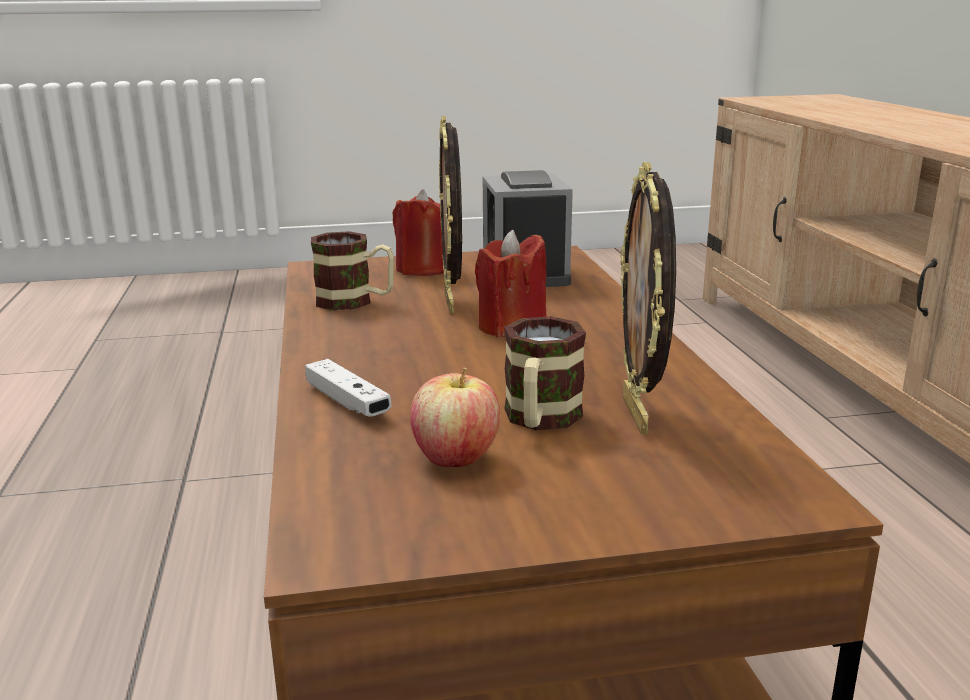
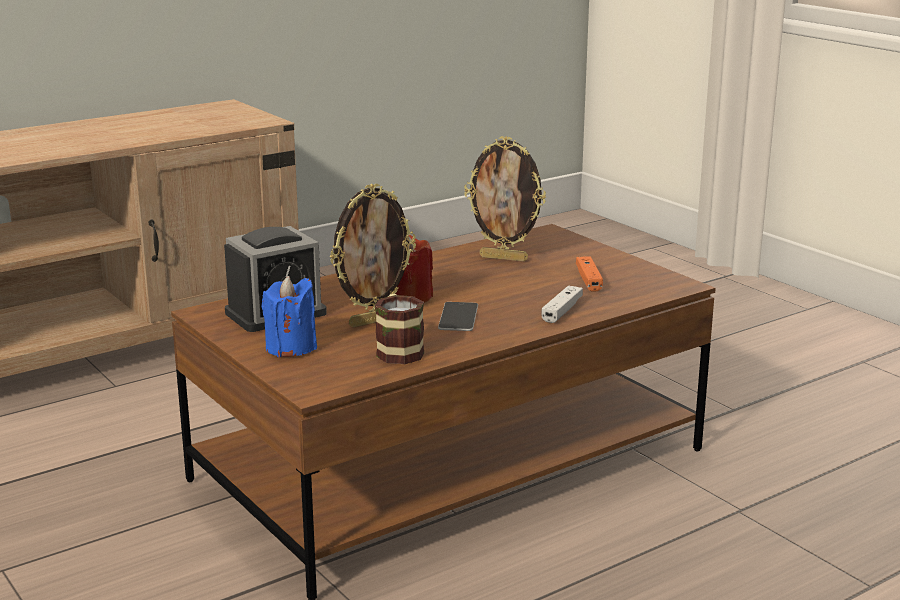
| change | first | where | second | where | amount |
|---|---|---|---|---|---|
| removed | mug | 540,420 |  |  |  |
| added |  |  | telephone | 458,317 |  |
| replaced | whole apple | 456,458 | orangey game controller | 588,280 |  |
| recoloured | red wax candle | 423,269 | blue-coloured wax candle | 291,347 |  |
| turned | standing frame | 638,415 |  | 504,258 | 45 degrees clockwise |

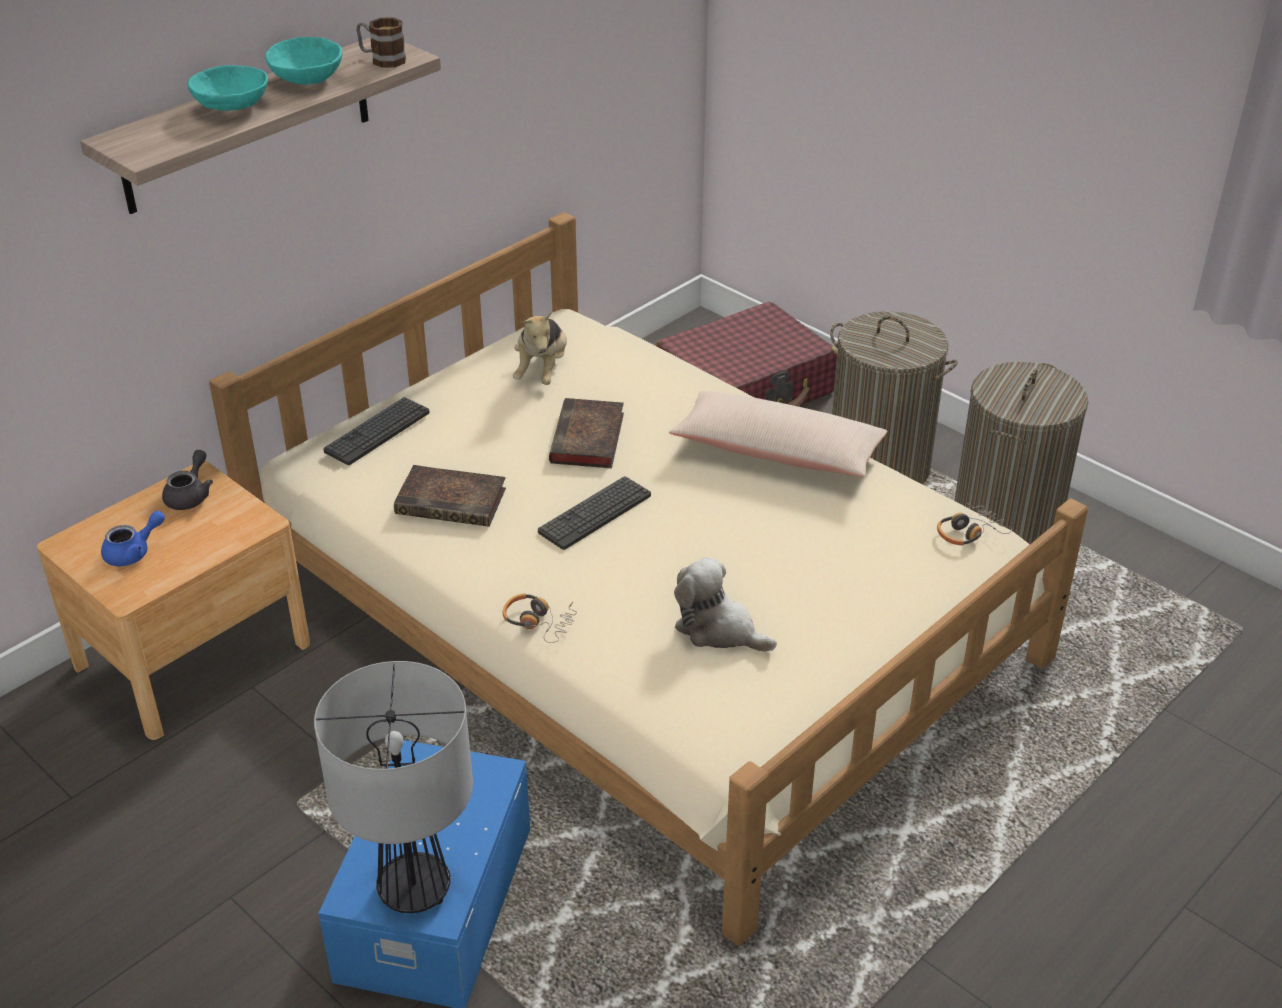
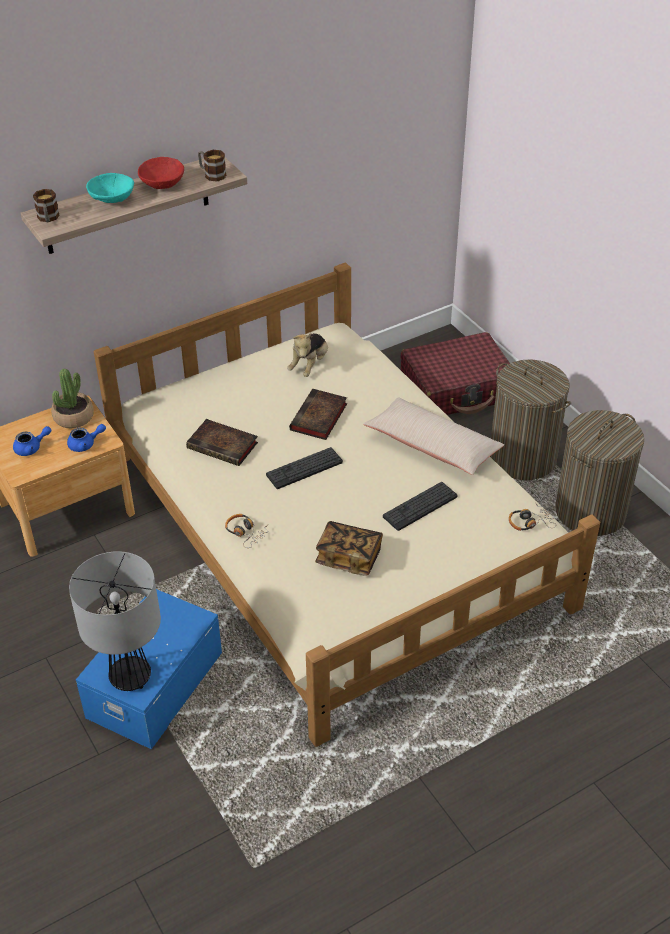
| change | first | where | second | where | amount |
|---|---|---|---|---|---|
| added |  |  | mug | 48,219 |  |
| added |  |  | blue-coloured teapot | 85,444 |  |
| moved | computer keyboard | 377,432 |  | 420,506 |  |
| replaced | grey teapot | 190,495 | houseplant | 73,417 |  |
| replaced | soft toy | 719,630 | bound book | 349,557 |  |
| recoloured | blue-green deep dish | 307,79 | red deep dish | 162,183 |  |

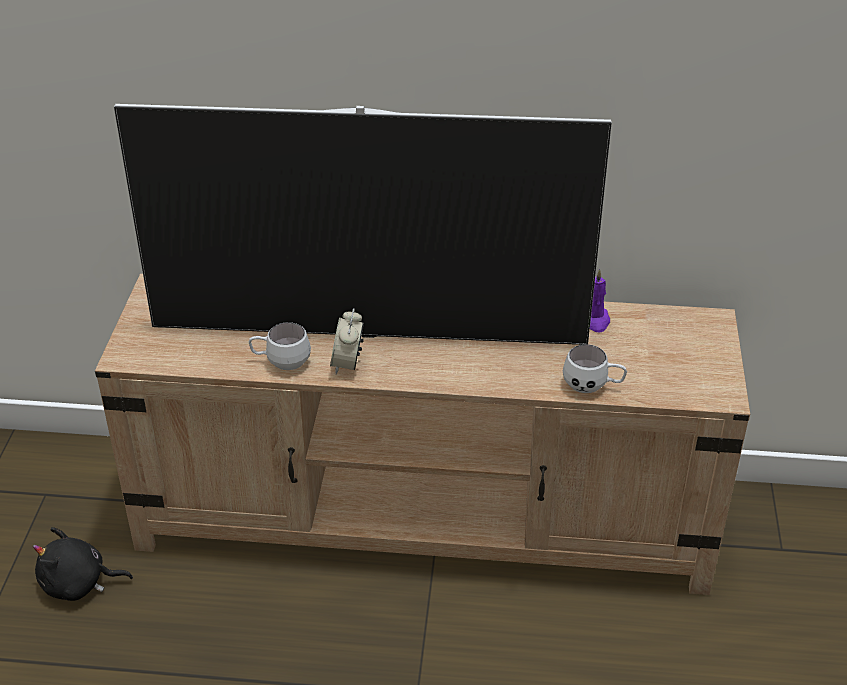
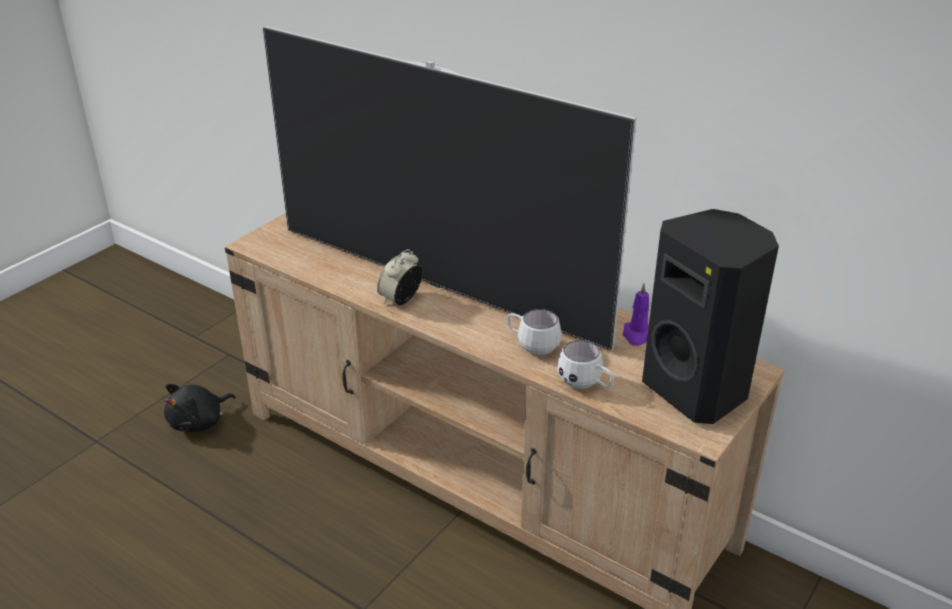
| change | first | where | second | where | amount |
|---|---|---|---|---|---|
| added |  |  | black-coloured loudspeaker | 697,390 |  |
| moved | whitish mug | 281,362 |  | 532,345 |  |
| turned | black-coloured soft toy | 78,584 |  | 199,422 | 75 degrees counterclockwise |

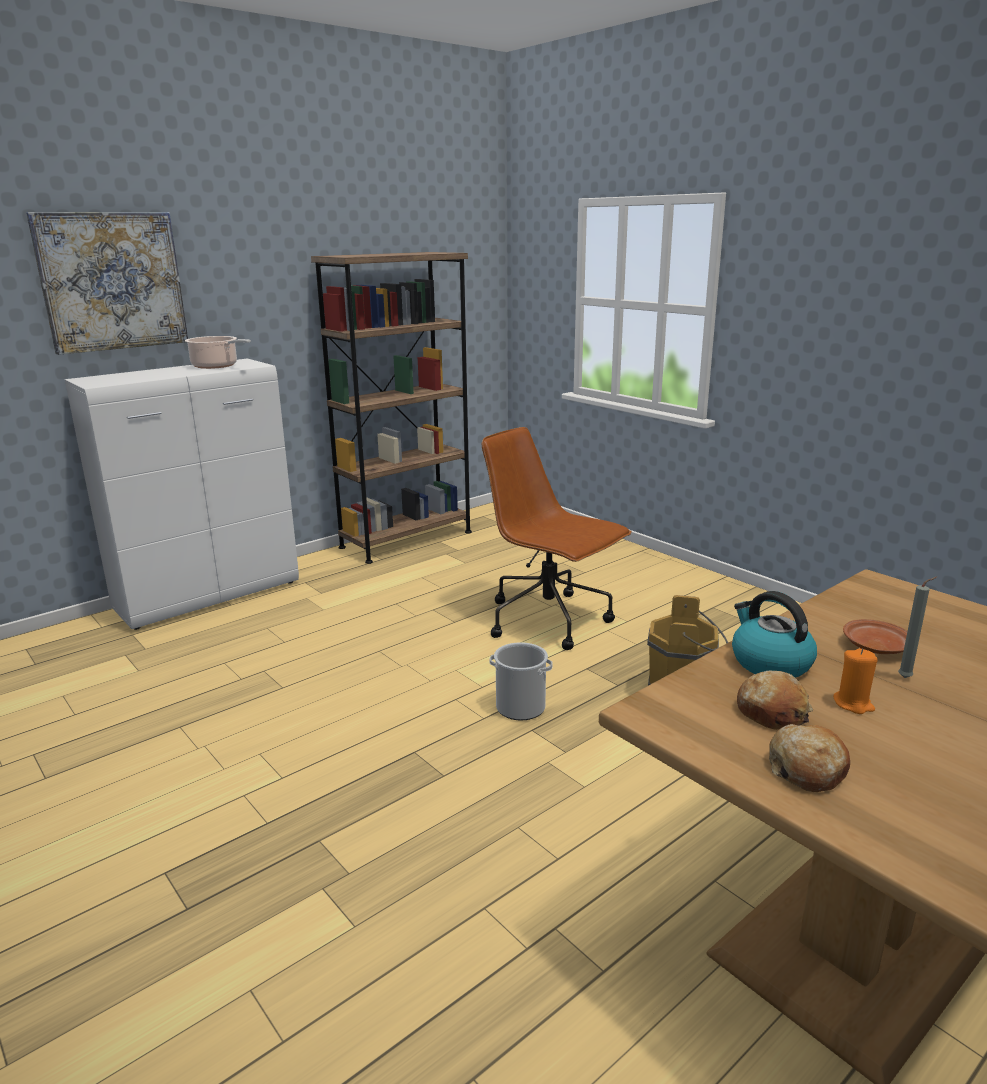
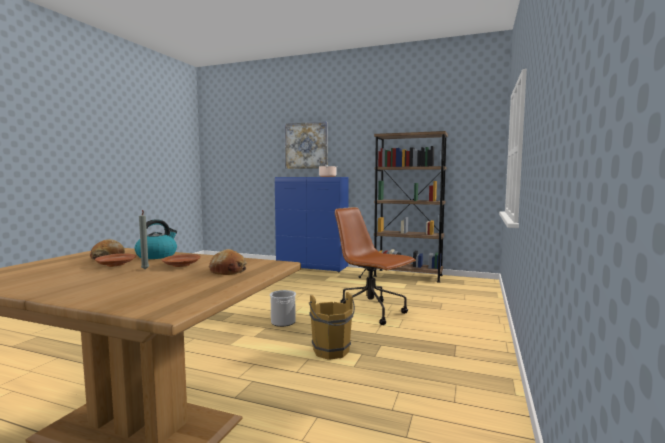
| change | first | where | second | where | amount |
|---|---|---|---|---|---|
| moved | baked bread | 807,769 |  | 228,271 |  |
| replaced | orangey wax candle | 853,704 | brownish dinner plate | 116,265 |  |
| recoloured | whitish storage cabinet | 210,596 | blue-coloured storage cabinet | 312,267 |  |
| turned | brownish computer chair | 550,621 |  | 371,312 | 60 degrees counterclockwise |

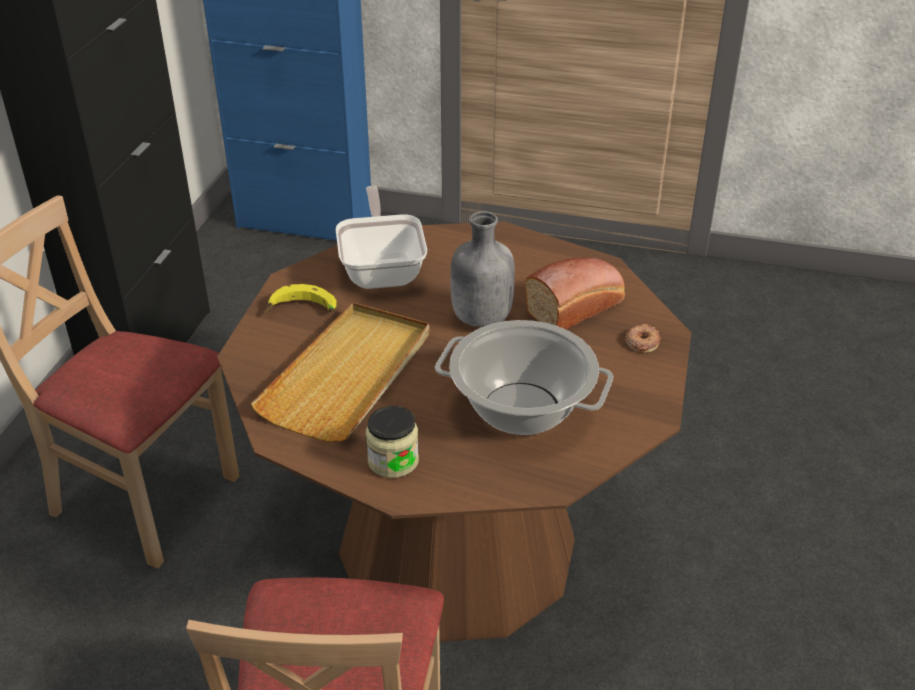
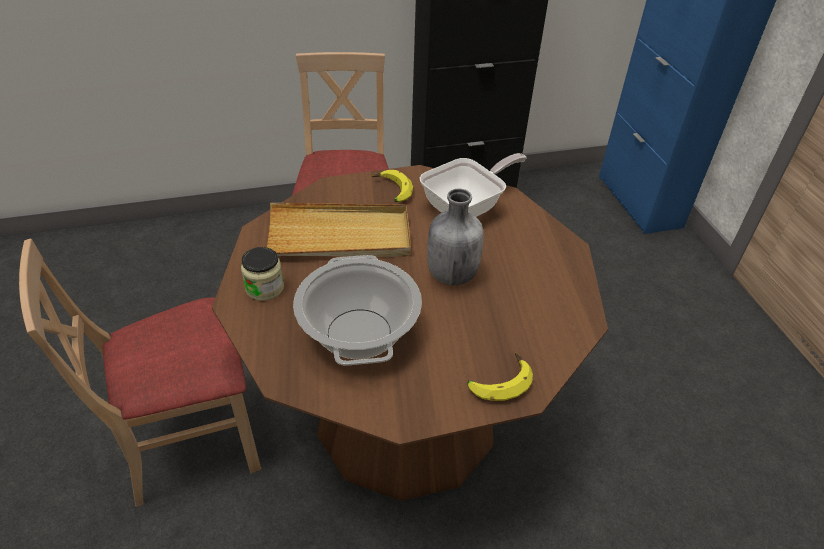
| change | first | where | second | where | amount |
|---|---|---|---|---|---|
| removed | baked bread | 577,307 |  |  |  |
| replaced | donut | 642,342 | banana | 498,381 |  |

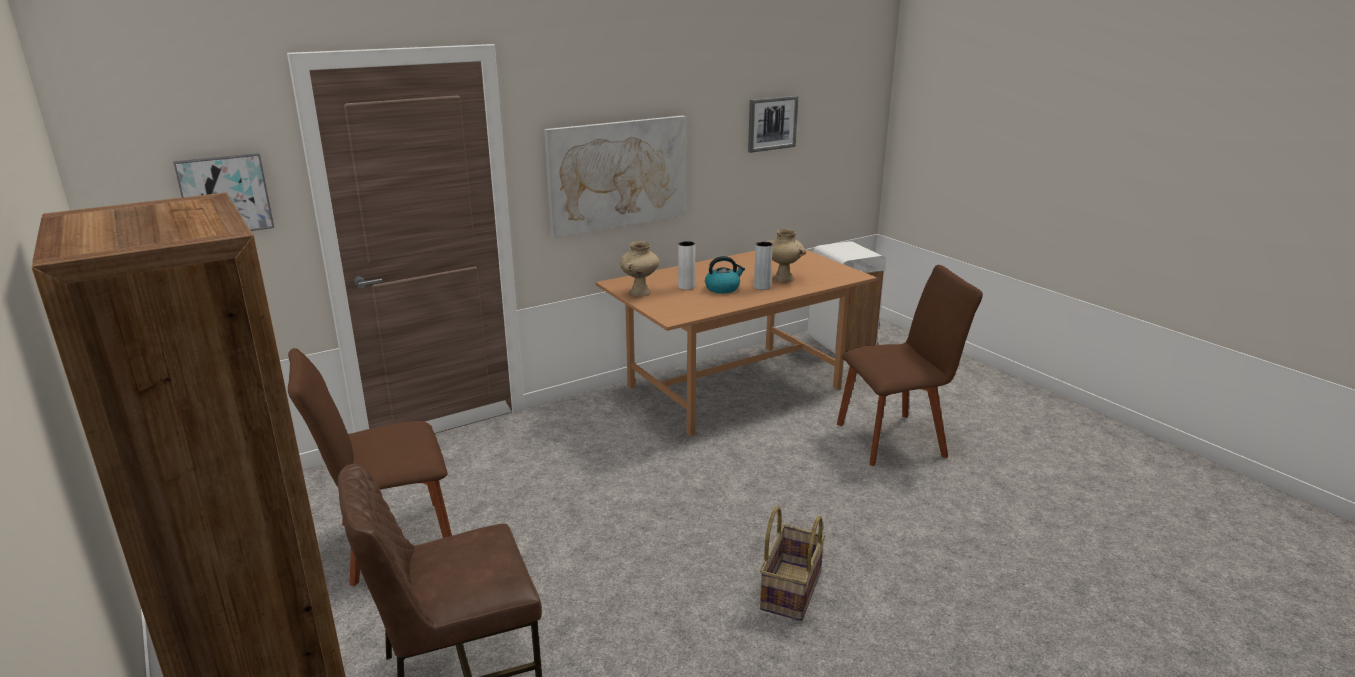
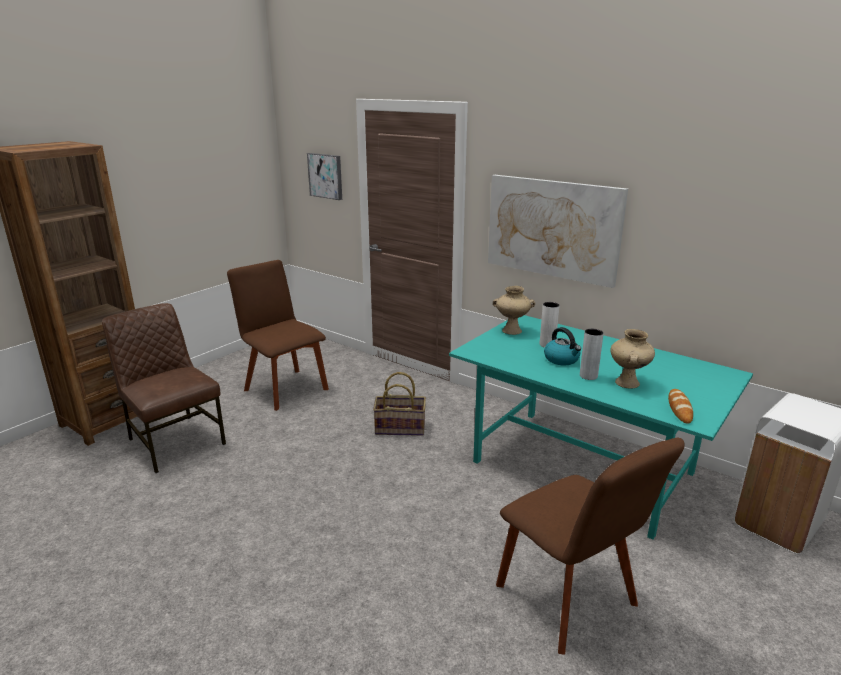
| change | first | where | second | where | amount |
|---|---|---|---|---|---|
| removed | wall art | 772,123 |  |  |  |
| added |  |  | baked bread | 679,408 |  |
| moved | storage basket | 789,590 |  | 400,427 |  |
| recoloured | brownish dining table | 734,386 | blue-green dining table | 584,467 |  |

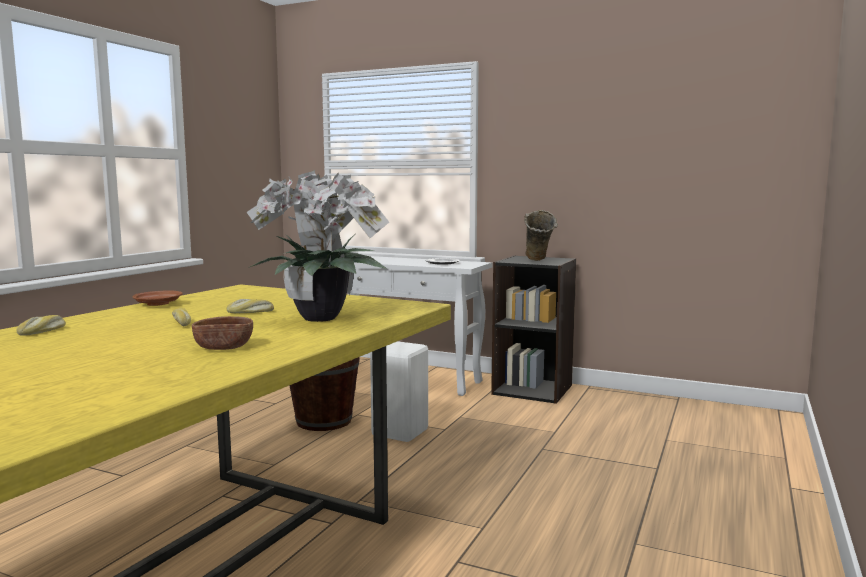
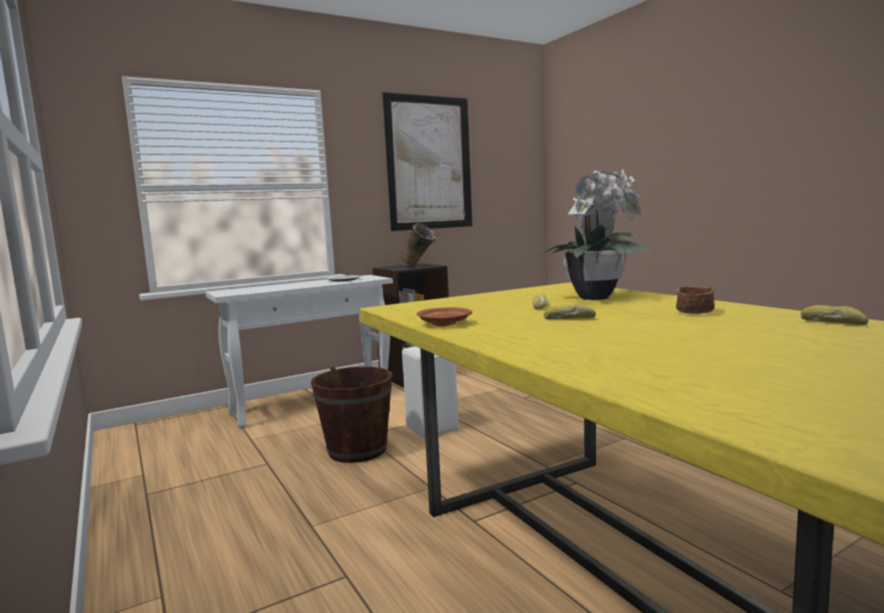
| change | first | where | second | where | amount |
|---|---|---|---|---|---|
| added |  |  | wall art | 429,163 |  |
| moved | baked bread | 43,331 |  | 833,322 |  |

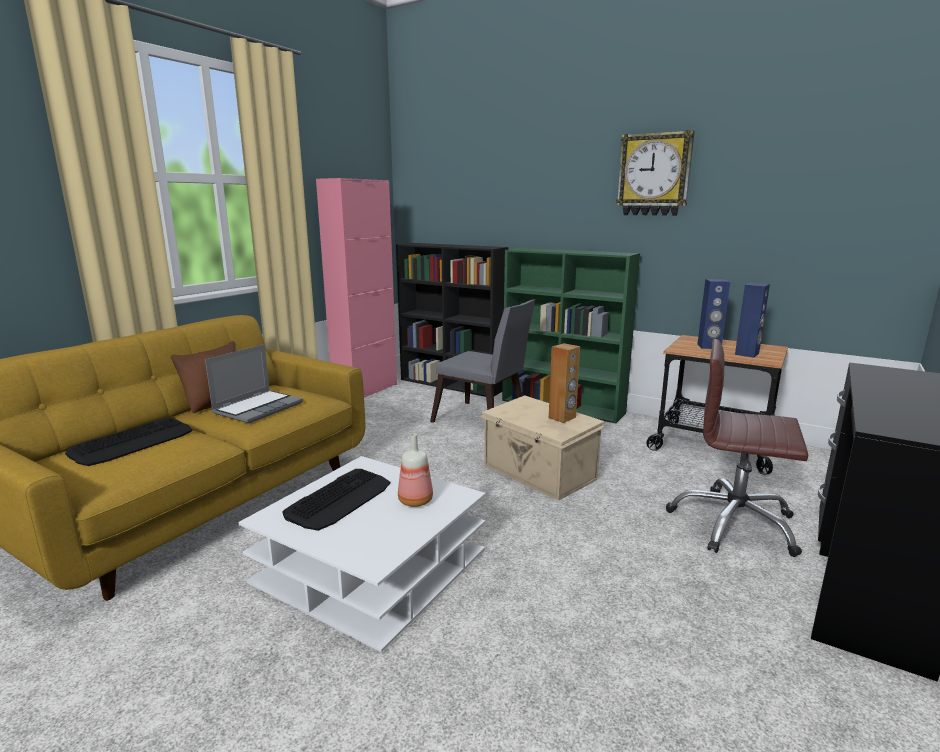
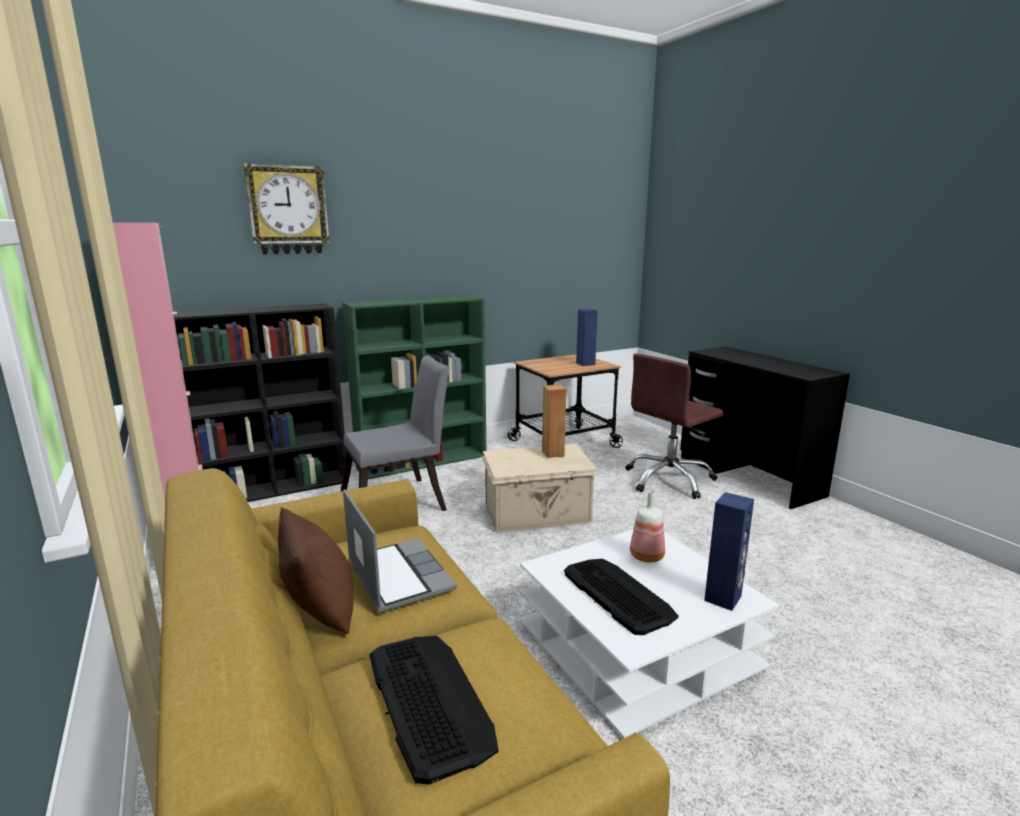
| change | first | where | second | where | amount |
|---|---|---|---|---|---|
| moved | wall clock | 654,175 |  | 288,210 |  |
| moved | blue-coloured loudspeaker | 709,346 |  | 723,598 |  |

